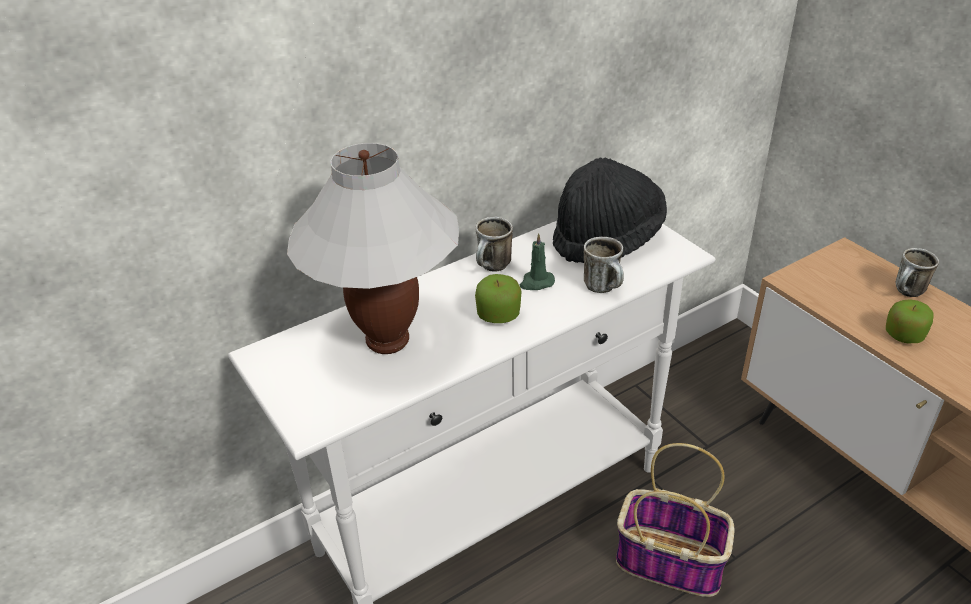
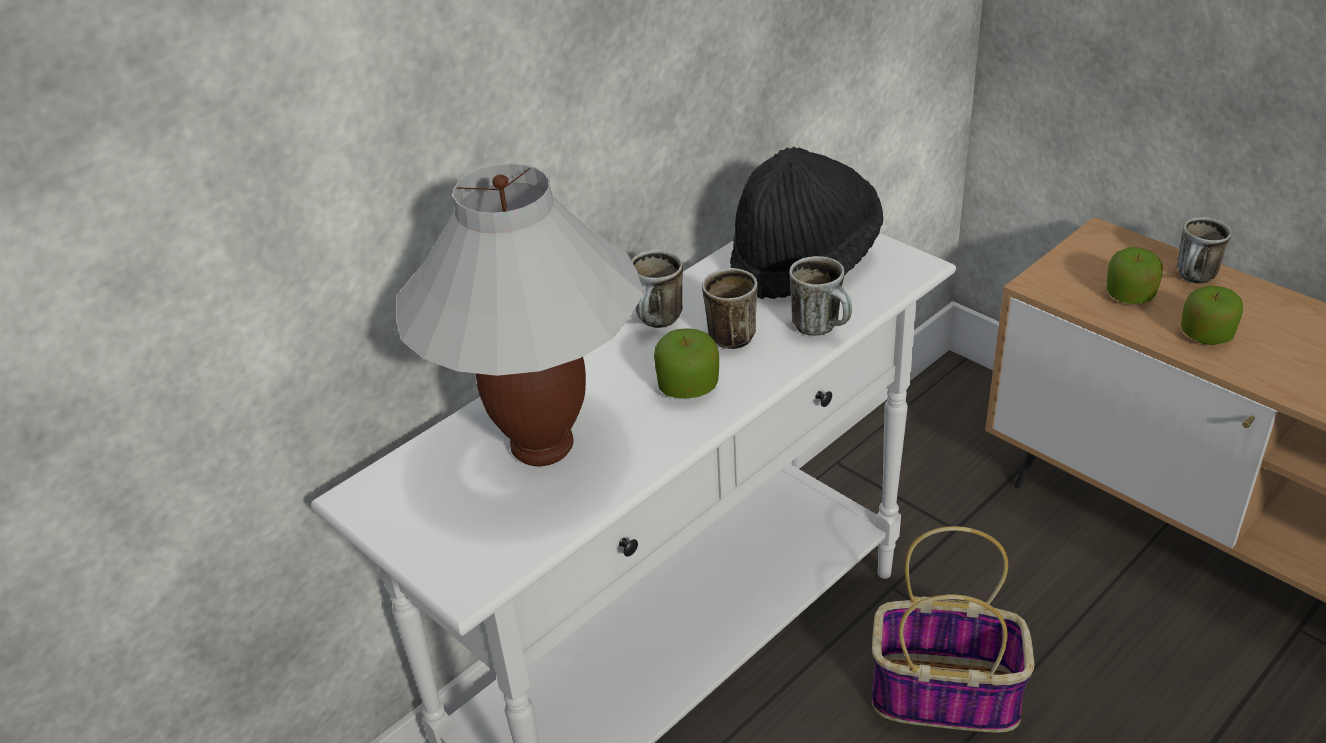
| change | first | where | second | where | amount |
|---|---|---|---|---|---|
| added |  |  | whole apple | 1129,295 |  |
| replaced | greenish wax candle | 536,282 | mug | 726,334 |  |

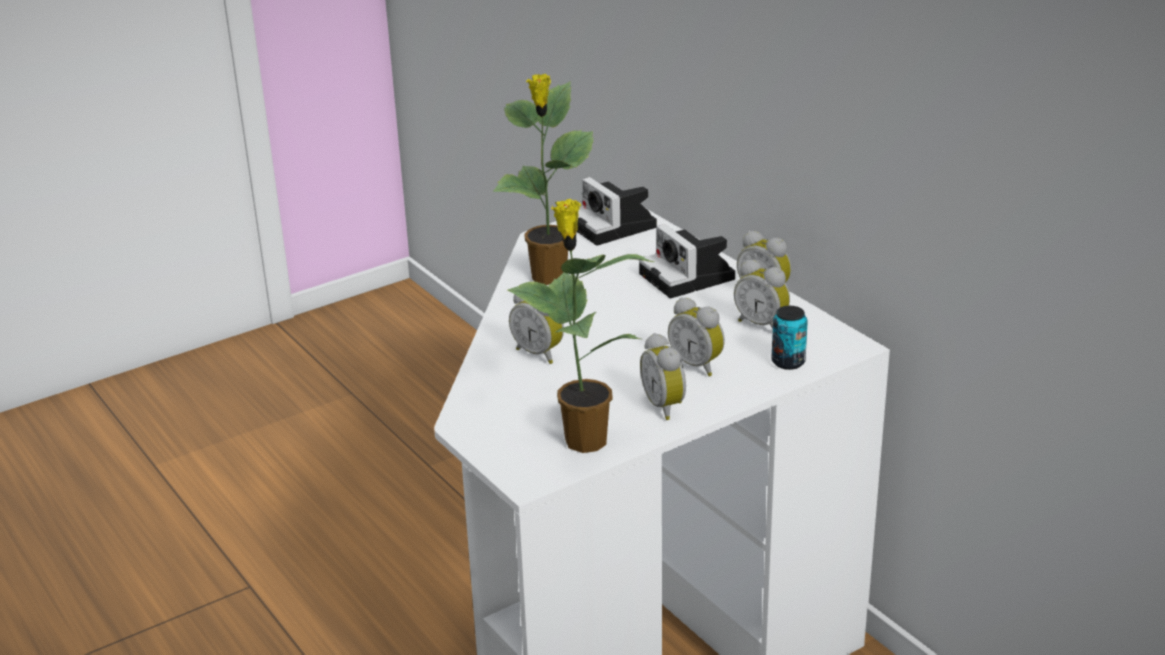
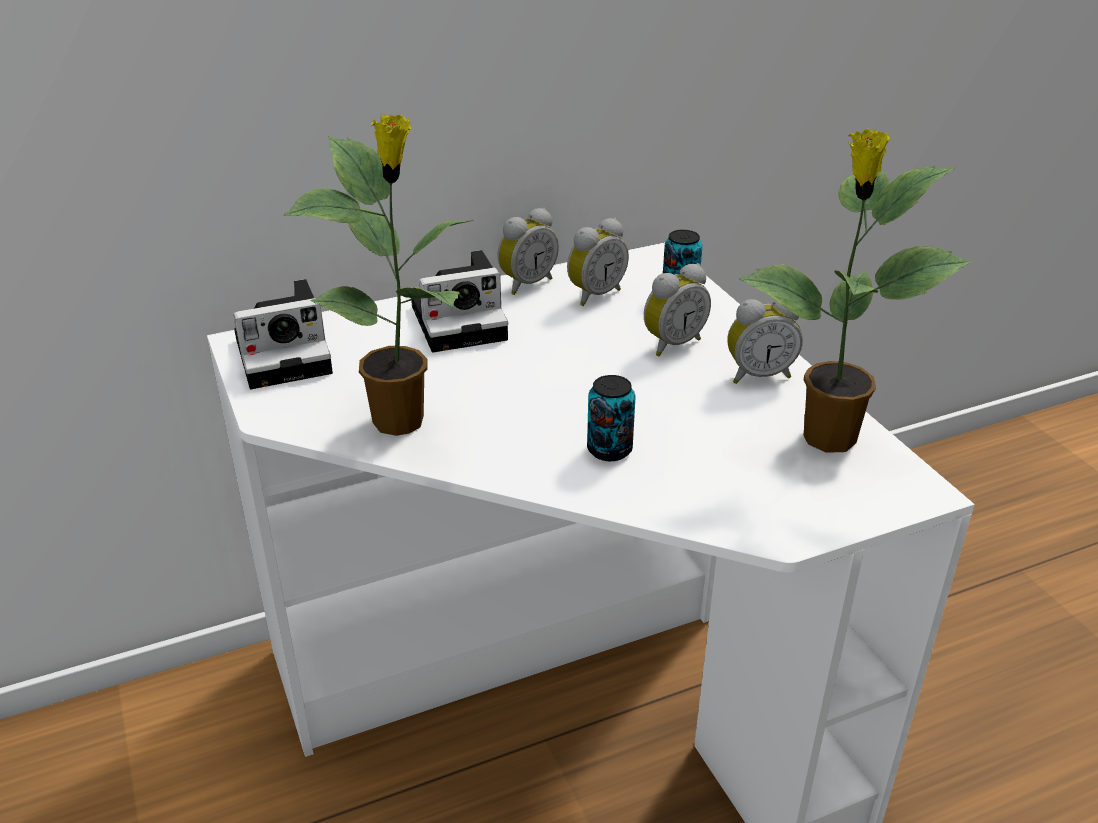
| change | first | where | second | where | amount |
|---|---|---|---|---|---|
| replaced | alarm clock | 540,353 | can | 609,450 |  |

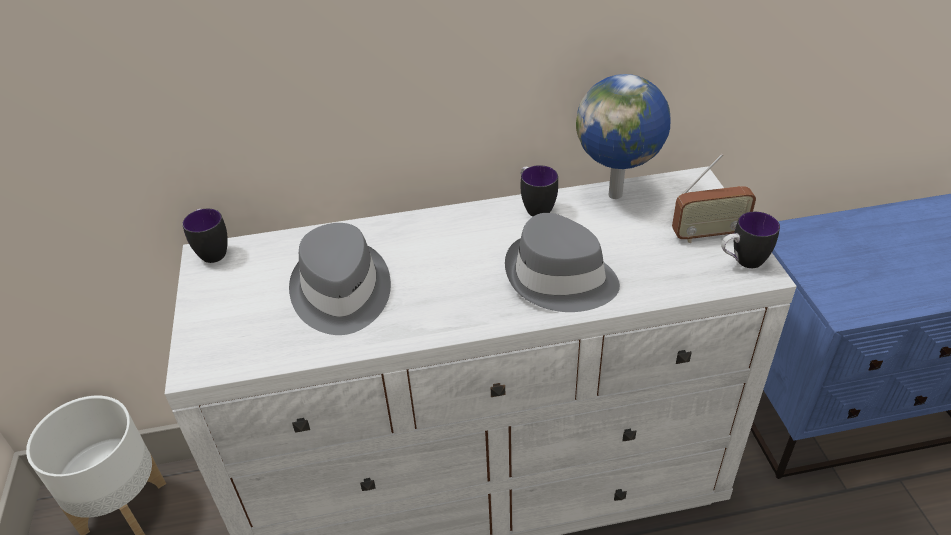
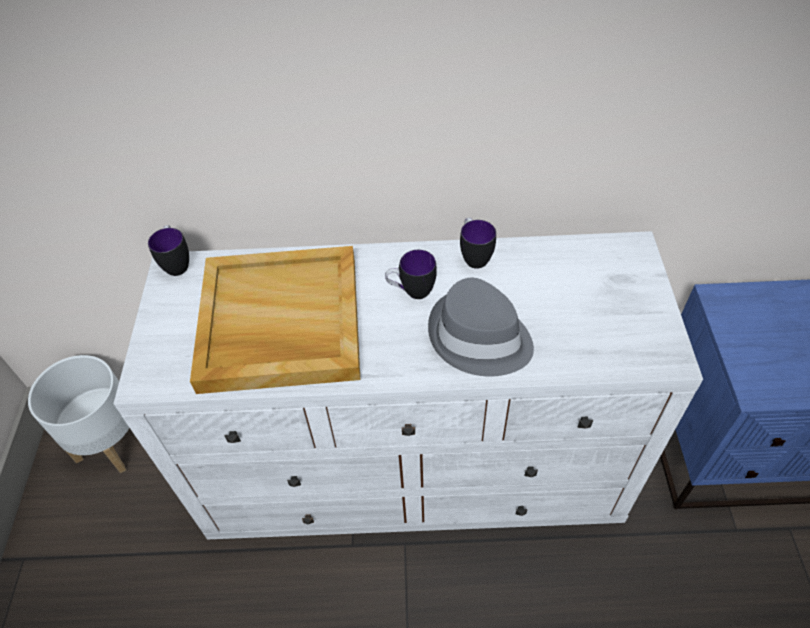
| change | first | where | second | where | amount |
|---|---|---|---|---|---|
| removed | world globe | 617,194 |  |  |  |
| removed | radio set | 708,235 |  |  |  |
| moved | mug | 742,262 |  | 411,292 |  |
| replaced | grey wearable hat | 340,292 | sand-coloured tray | 279,323 |  |

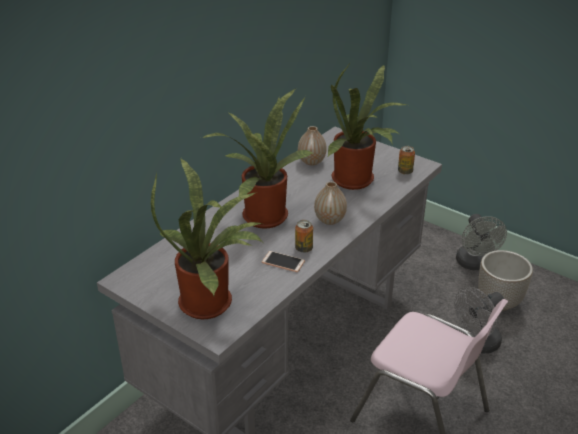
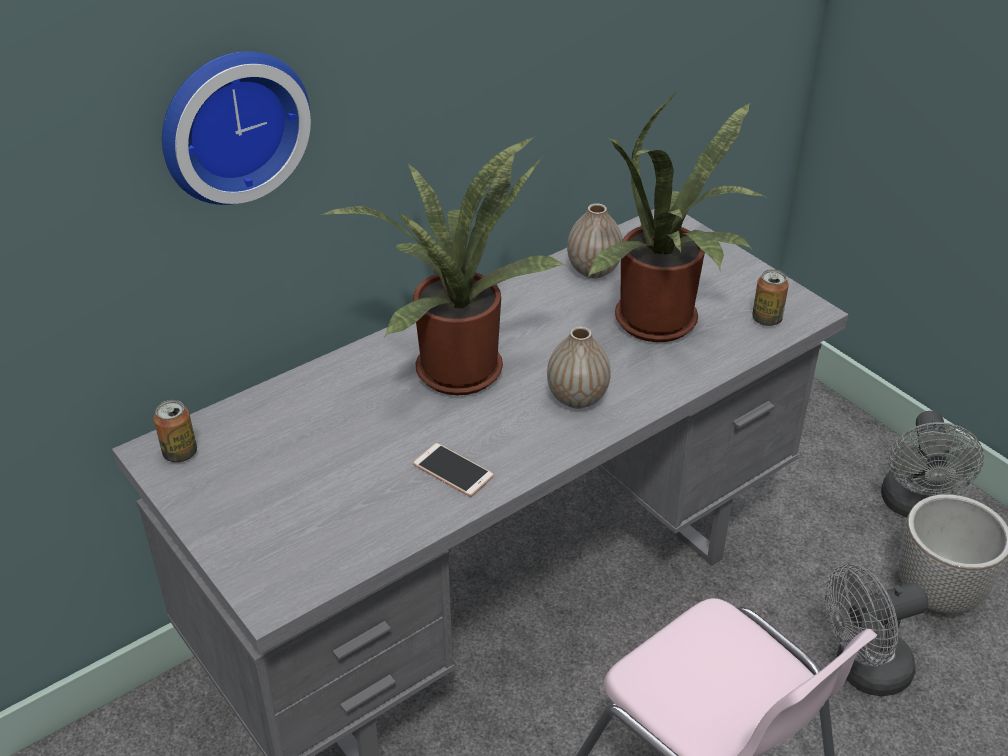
| change | first | where | second | where | amount |
|---|---|---|---|---|---|
| removed | houseplant | 211,302 |  |  |  |
| added |  |  | wall clock | 231,124 |  |
| moved | can | 303,248 |  | 180,453 |  |

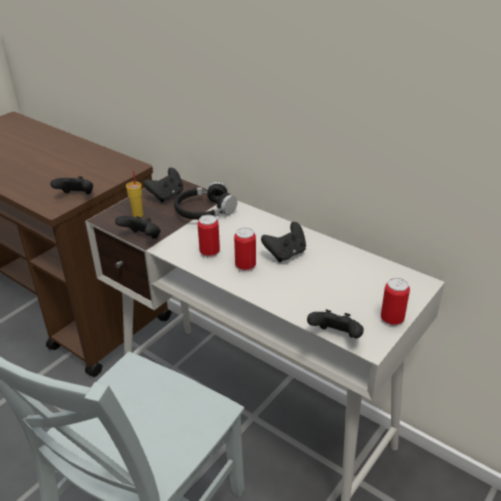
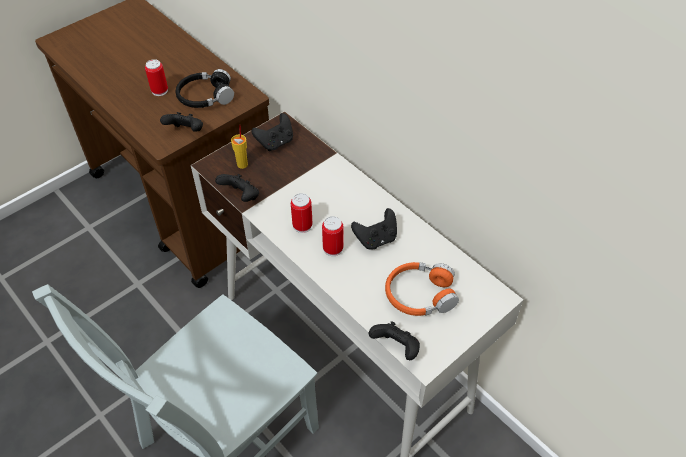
| change | first | where | second | where | amount |
|---|---|---|---|---|---|
| added |  |  | orangey pair of headphones | 420,295 |  |
| moved | black-coloured pair of headphones | 204,211 |  | 205,97 |  |
| moved | can | 392,319 |  | 159,90 |  |

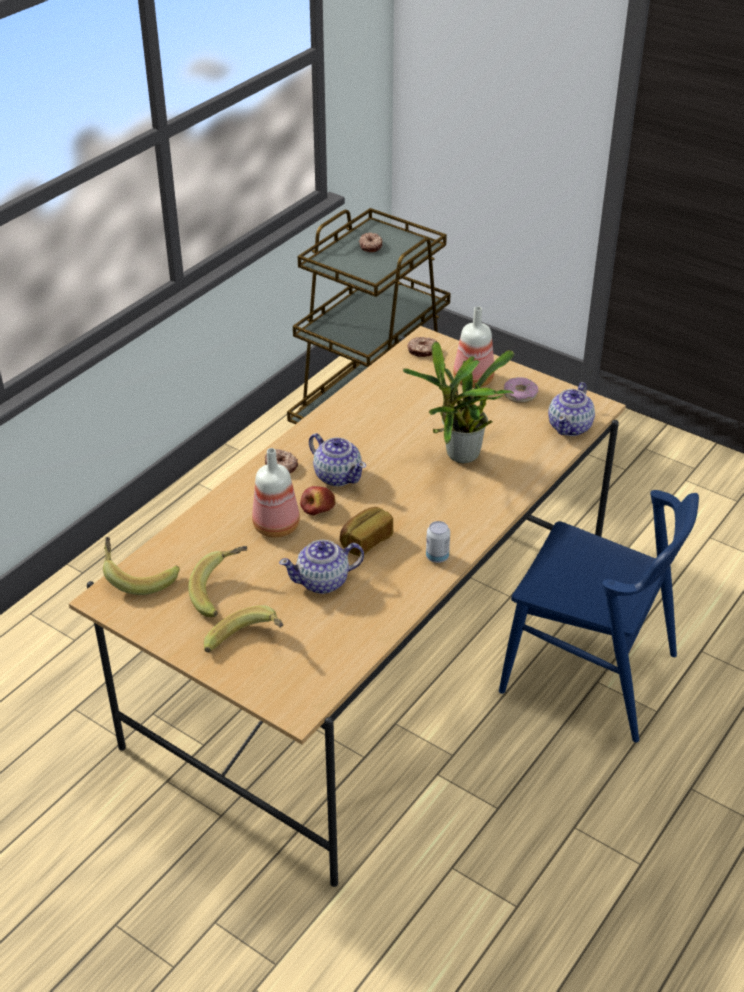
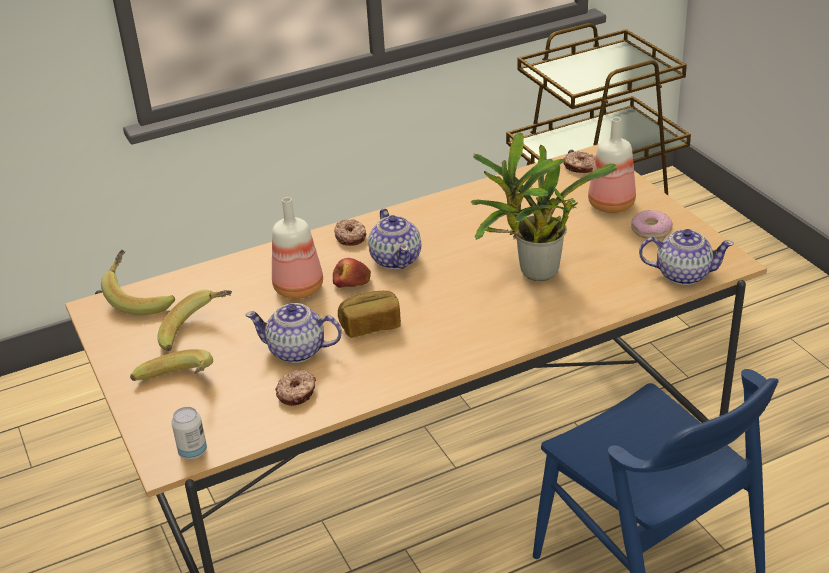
| change | first | where | second | where | amount |
|---|---|---|---|---|---|
| moved | donut | 371,246 |  | 297,393 |  |
| moved | can | 437,557 |  | 193,452 |  |
| turned | teapot | 570,426 |  | 682,274 | 135 degrees counterclockwise |

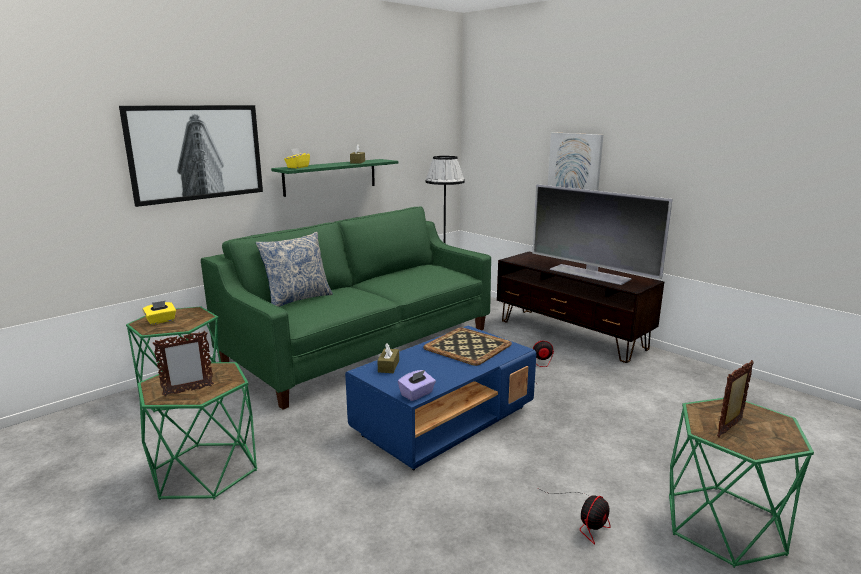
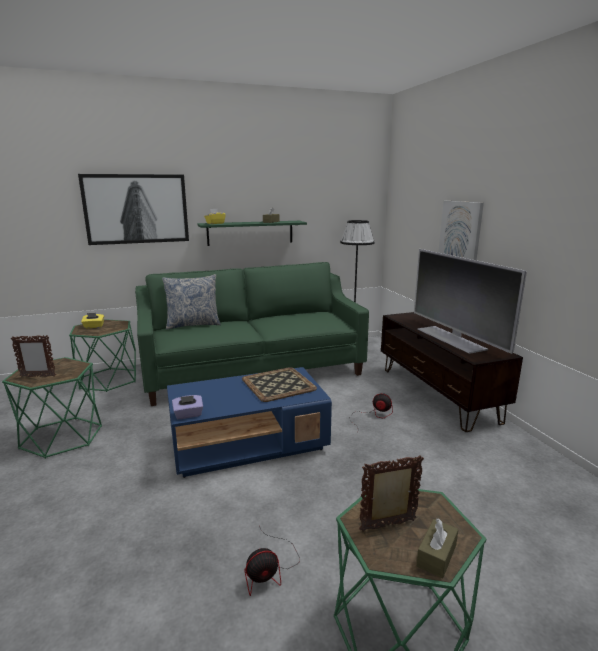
| change | first | where | second | where | amount |
|---|---|---|---|---|---|
| moved | brownish box of tissues | 388,366 |  | 436,555 |  |

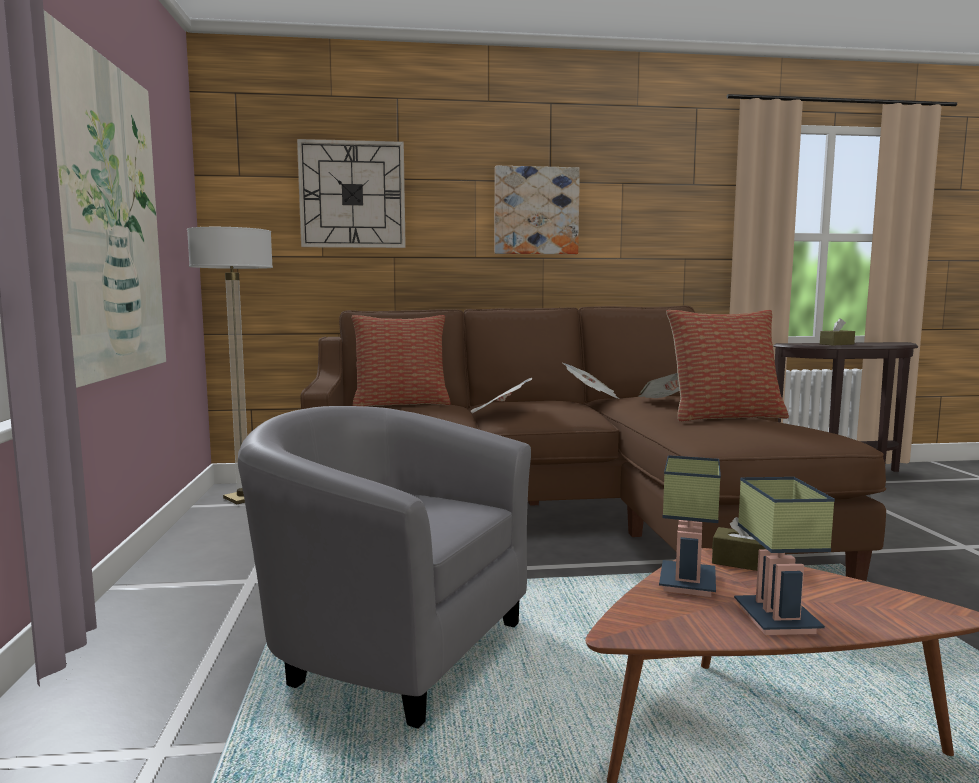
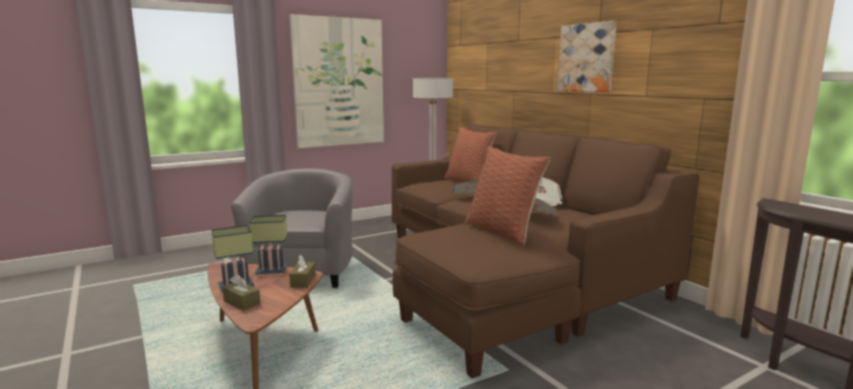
| change | first | where | second | where | amount |
|---|---|---|---|---|---|
| removed | wall clock | 352,195 |  |  |  |
| moved | brownish box of tissues | 836,344 |  | 242,302 |  |

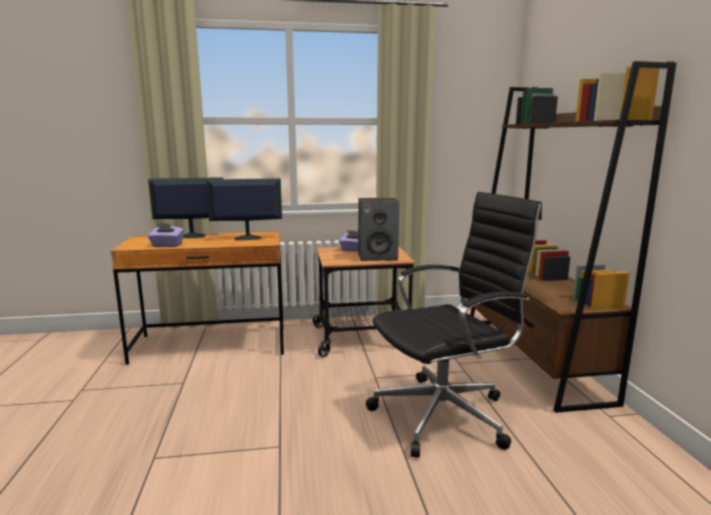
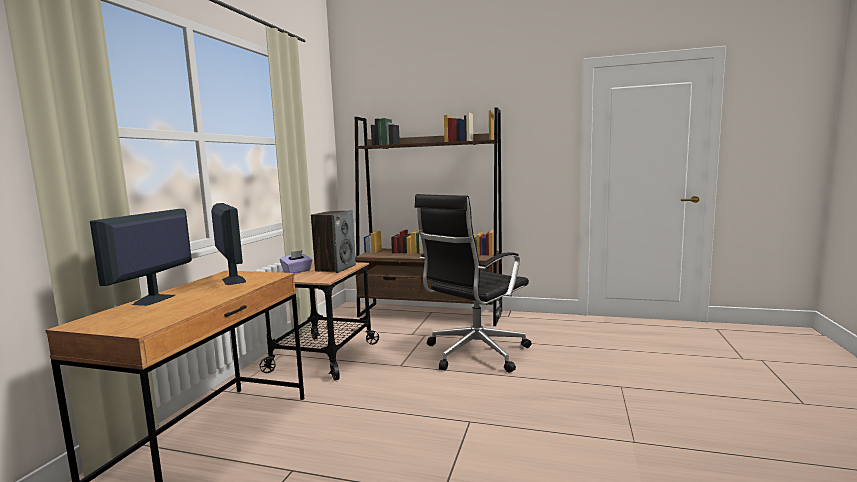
| change | first | where | second | where | amount |
|---|---|---|---|---|---|
| removed | purplish box of tissues | 167,245 |  |  |  |
| turned | monitor | 247,238 |  | 233,280 | 135 degrees clockwise |
| turned | black-coloured computer chair | 445,414 |  | 474,353 | 135 degrees counterclockwise |

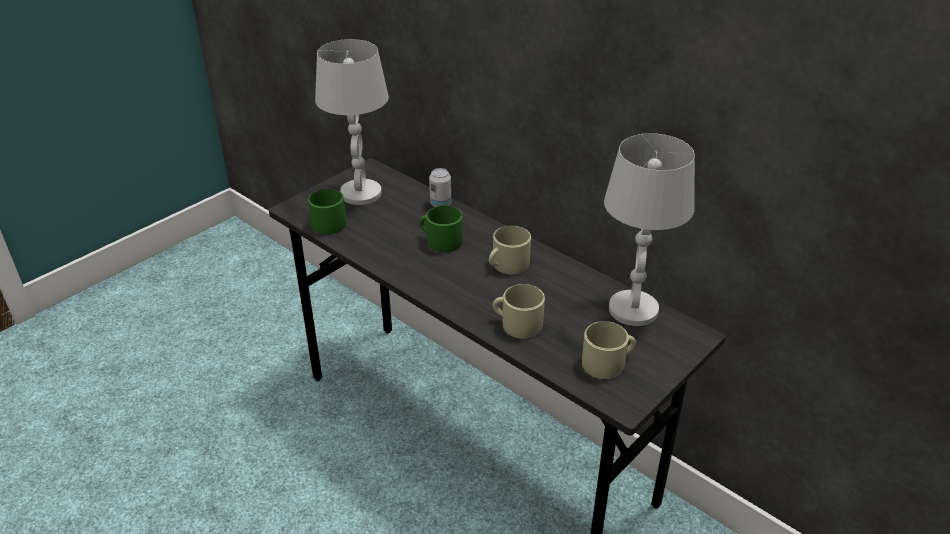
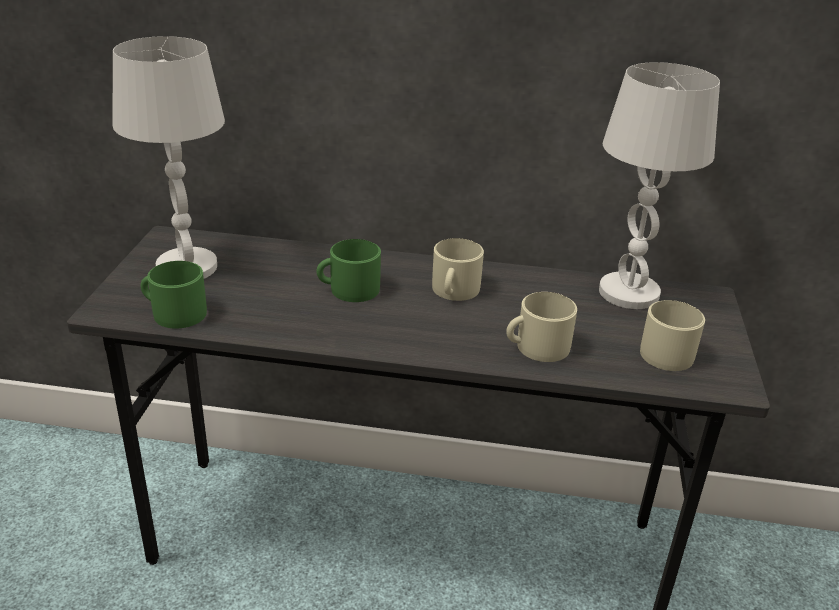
| change | first | where | second | where | amount |
|---|---|---|---|---|---|
| removed | can | 440,204 |  |  |  |

